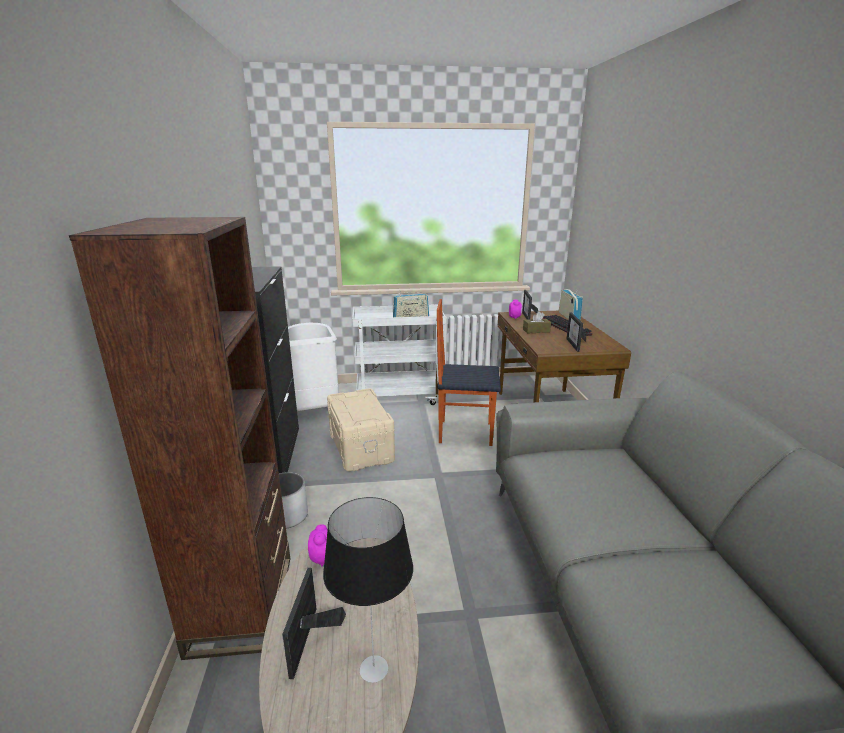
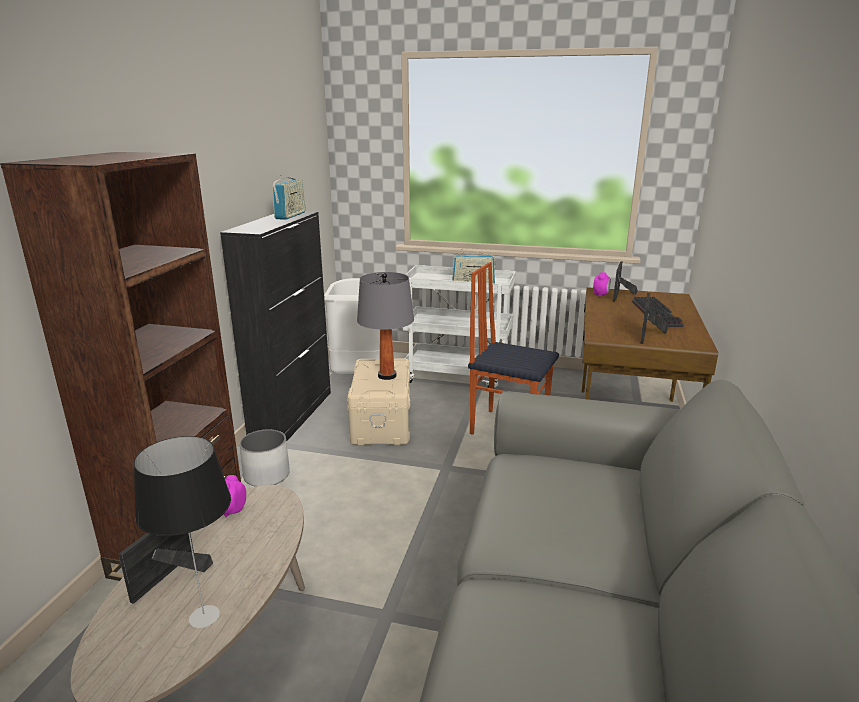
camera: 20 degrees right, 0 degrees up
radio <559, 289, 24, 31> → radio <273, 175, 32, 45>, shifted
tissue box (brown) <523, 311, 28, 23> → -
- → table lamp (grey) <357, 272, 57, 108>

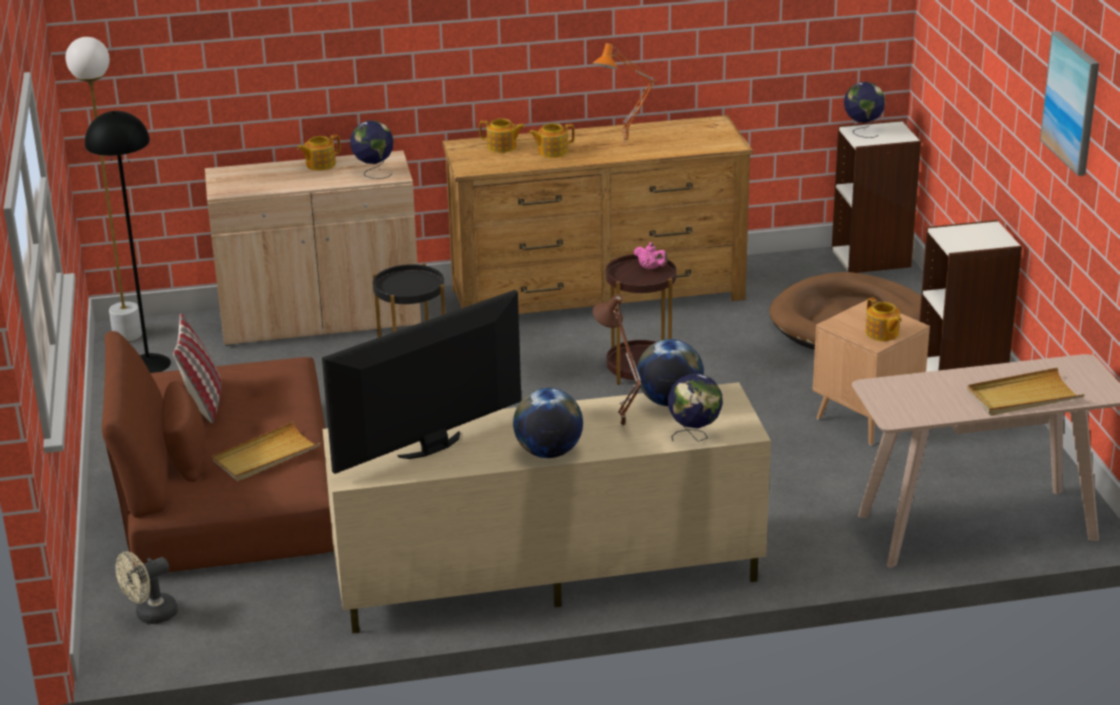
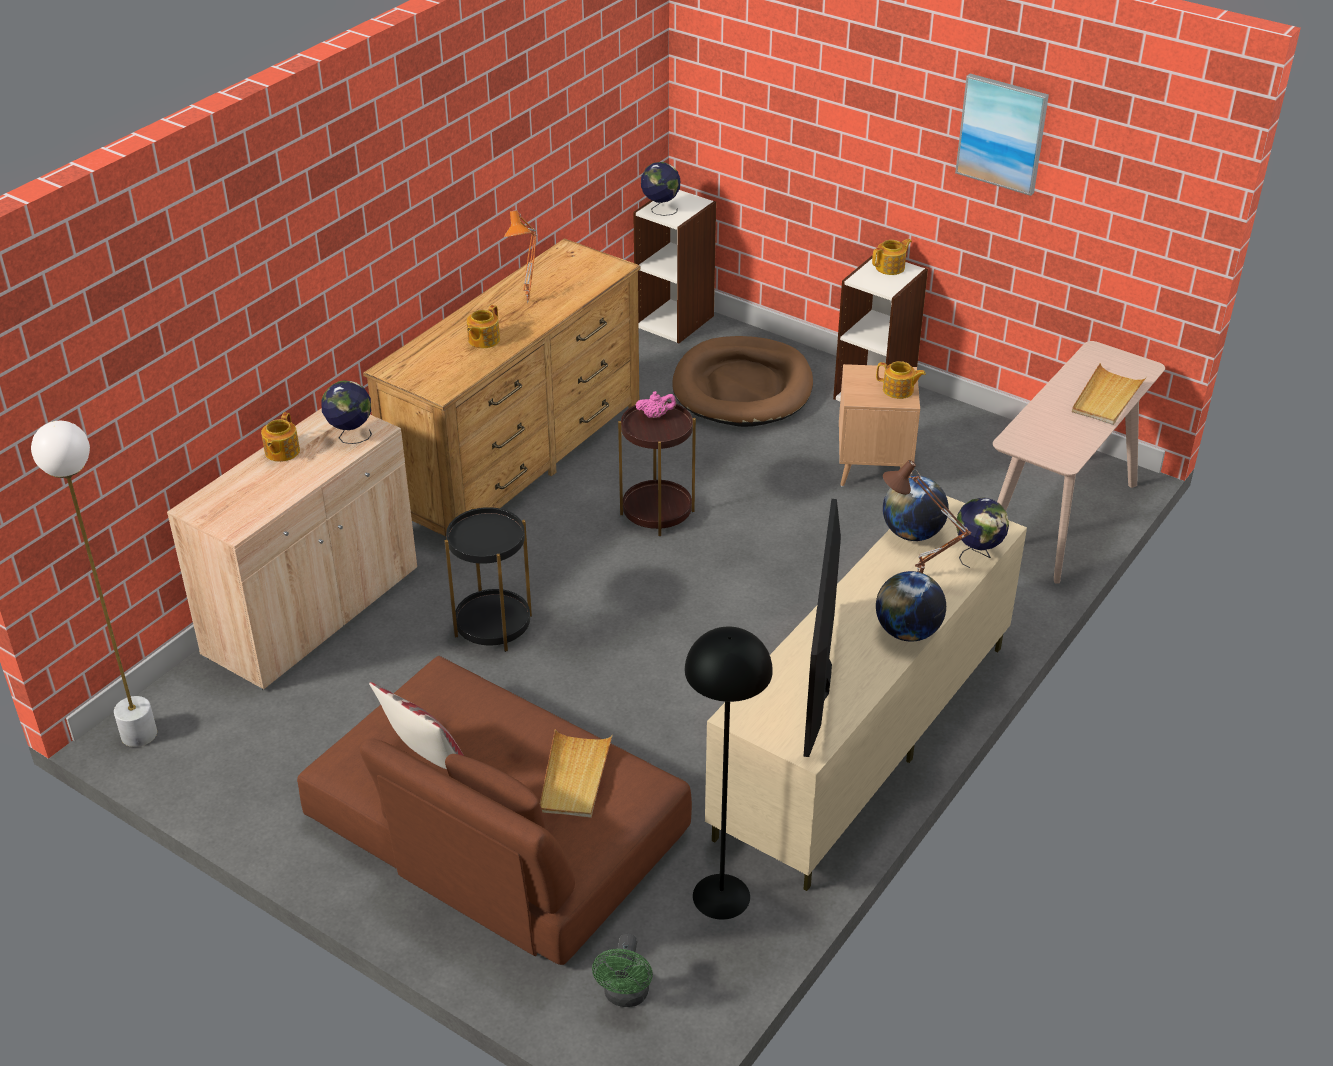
camera: 45 degrees left, 10 degrees up
floor lamp (black) <85, 111, 86, 262> → floor lamp (black) <685, 627, 88, 293>, shifted
teapot <479, 119, 46, 34> → teapot <872, 239, 40, 36>, shifted
fan (beige) <116, 552, 62, 72> → fan (green) <592, 934, 61, 73>

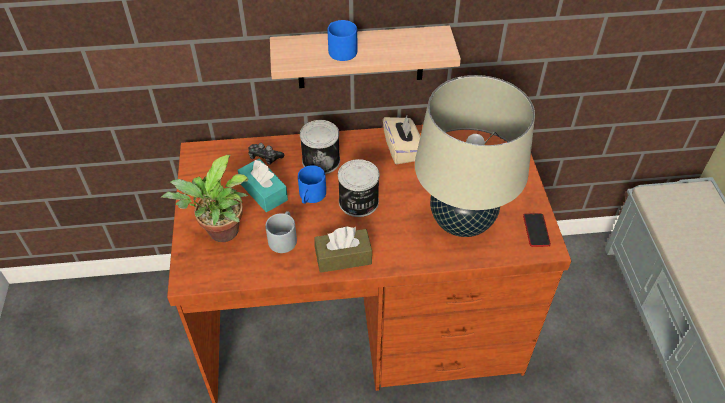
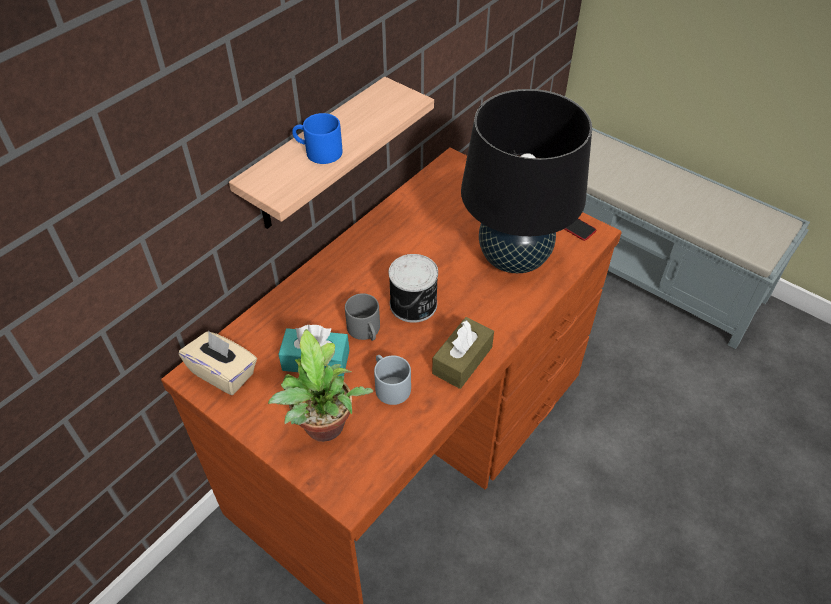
camera: 45 degrees left, 0 degrees up
table lamp (beige) <415, 75, 120, 162> → table lamp (black) <461, 89, 131, 184>
tissue box (beige) <383, 116, 37, 49> → tissue box (beige) <179, 330, 78, 65>, shifted
can <300, 120, 40, 54> → -
game controller <248, 143, 36, 22> → -
mug (blue) <298, 165, 28, 39> → mug (grey) <345, 293, 35, 48>

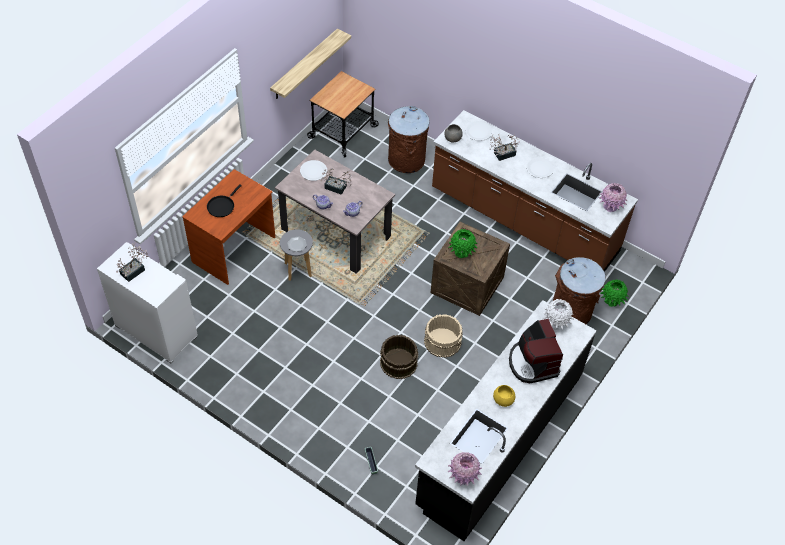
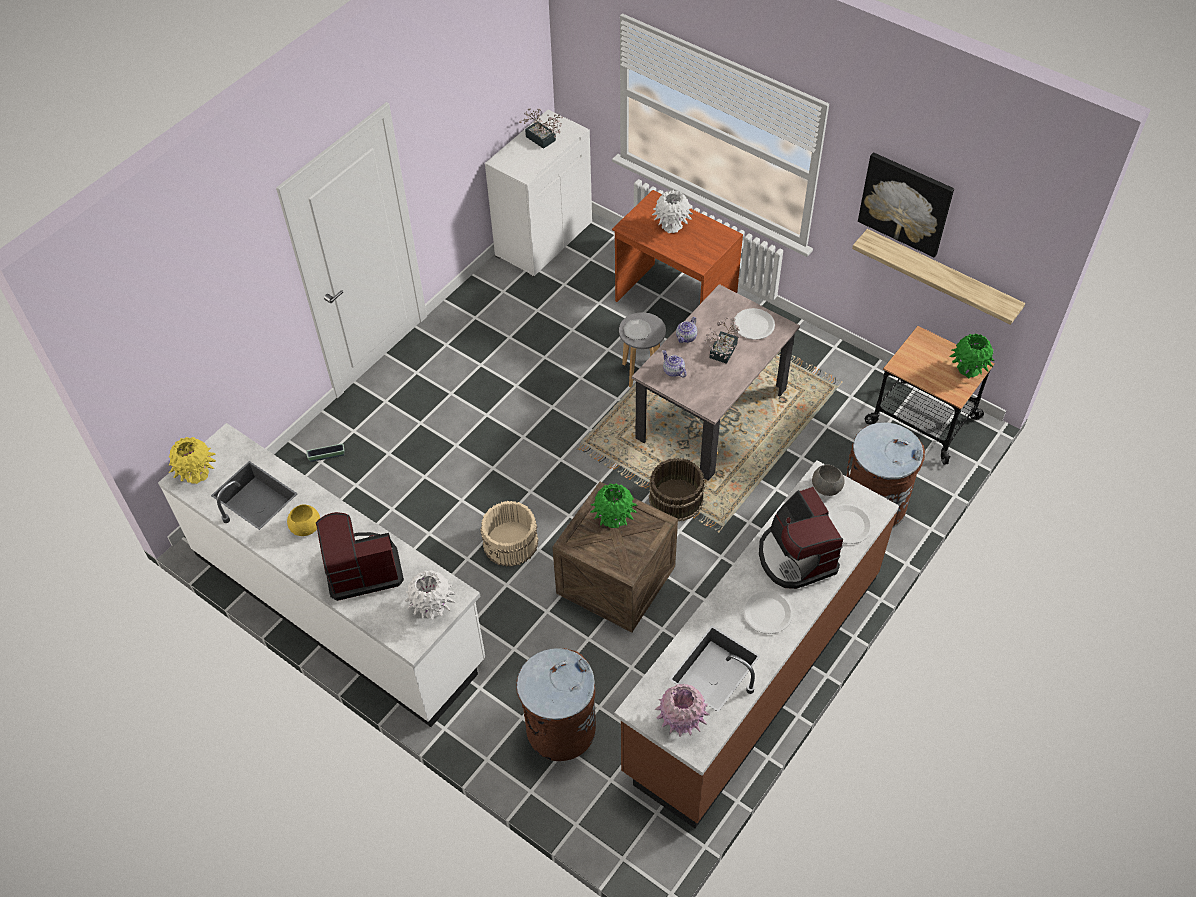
camera: 95 degrees right, 0 degrees up
potted plant <489, 134, 31, 27> → coffee machine <759, 487, 84, 102>
frying pan (black) <207, 184, 35, 33> → vase (white) <652, 190, 41, 43>
vase (green) <601, 279, 27, 28> → vase (green) <950, 334, 45, 44>, shifted
counter (black) <415, 300, 182, 241> → counter (white) <158, 423, 327, 304>
bucket (brown) <380, 335, 38, 44> → bucket (brown) <649, 458, 56, 63>, shifted
vase (pink) <448, 452, 34, 34> → vase (yellow) <168, 437, 48, 47>
- → picture <858, 152, 96, 105>

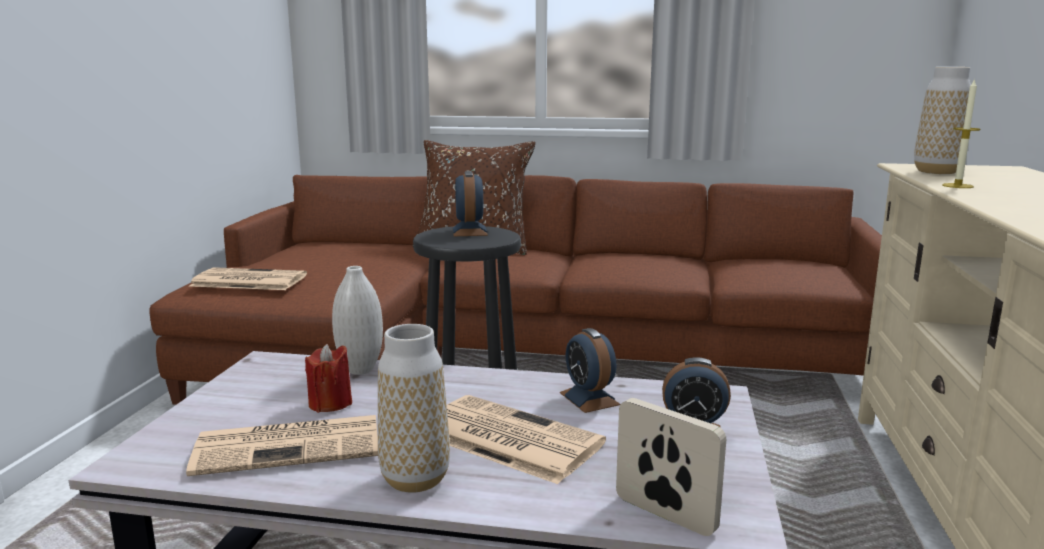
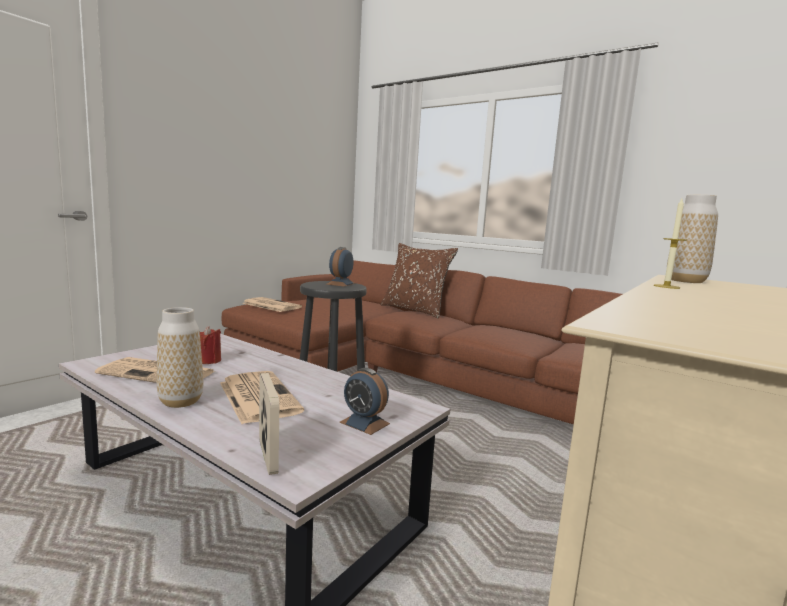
camera: 25 degrees right, 5 degrees down
vase (white) <332, 266, 51, 109> → -
alarm clock <560, 328, 61, 85> → -

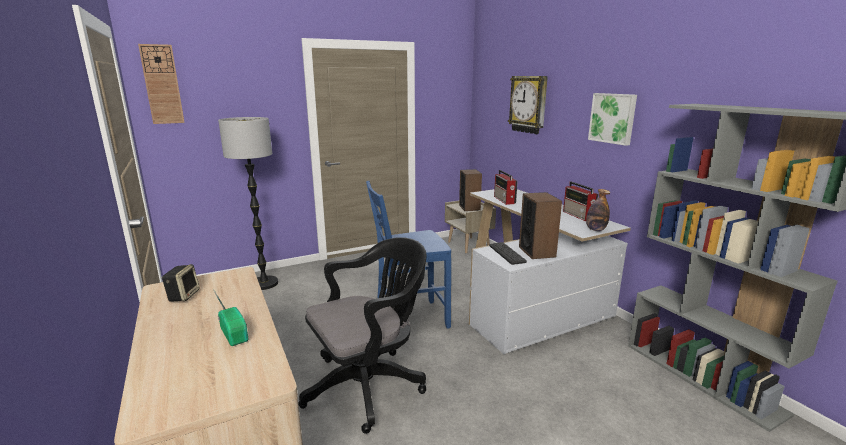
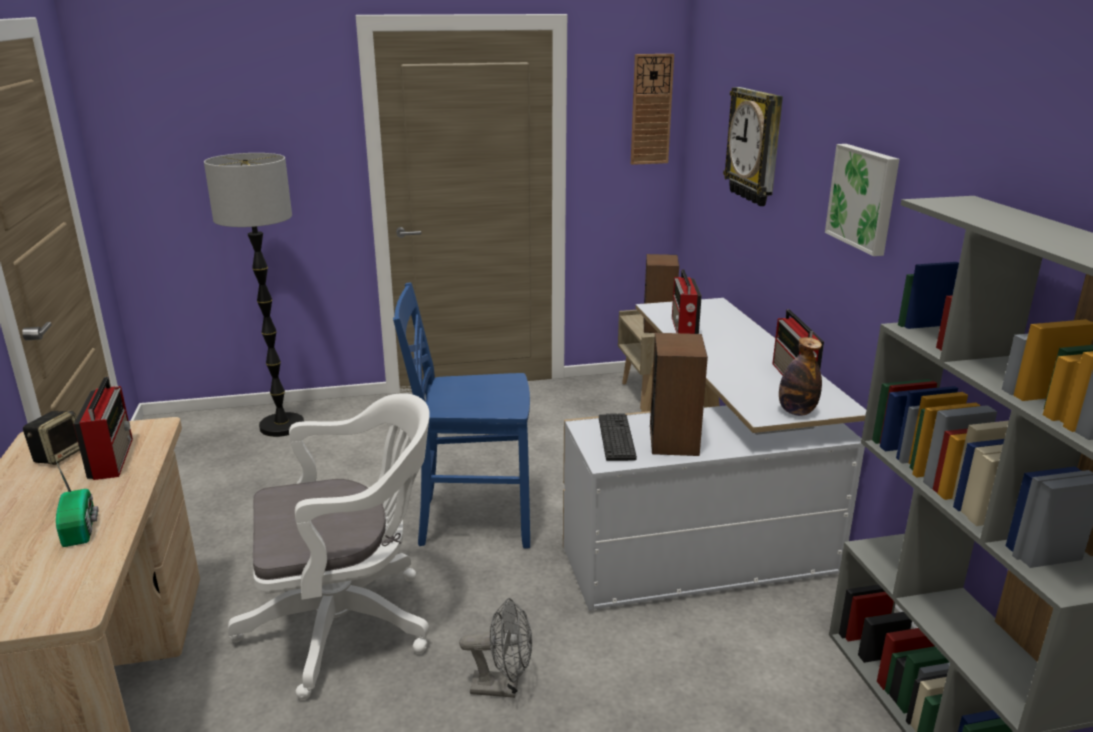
camera: 15 degrees right, 5 degrees up
wall clock <138, 44, 47, 80> → wall clock <631, 54, 43, 111>, shifted
office chair (black) <298, 237, 129, 197> → office chair (white) <228, 393, 202, 307>
- → radio <74, 377, 59, 103>
- → fan (grey) <459, 598, 73, 100>

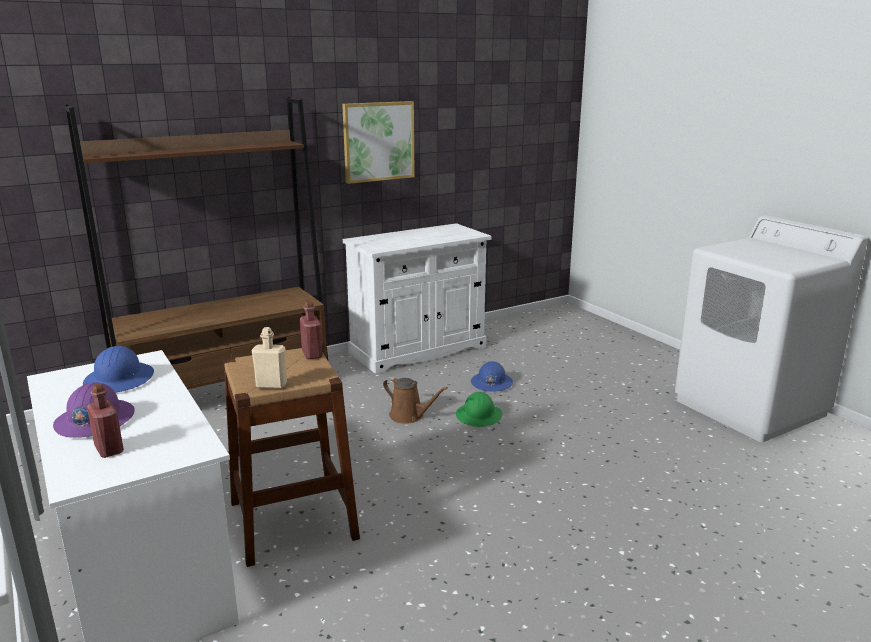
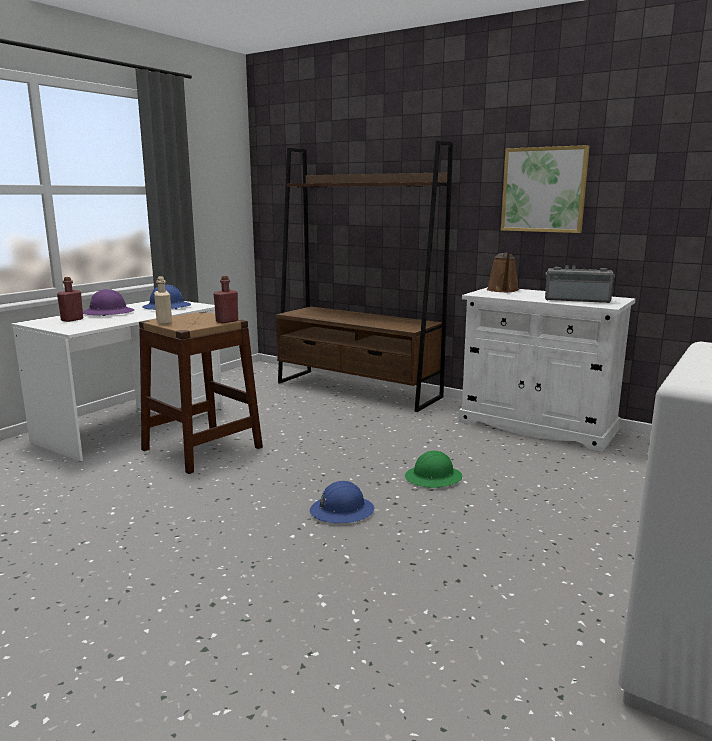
camera: 65 degrees right, 5 degrees down
hard hat (blue) <471, 361, 42, 31> → hard hat (blue) <310, 481, 64, 42>, shifted
watering can (brown) <383, 377, 65, 47> → watering can (brown) <487, 252, 32, 40>, shifted
- → radio <545, 265, 70, 38>

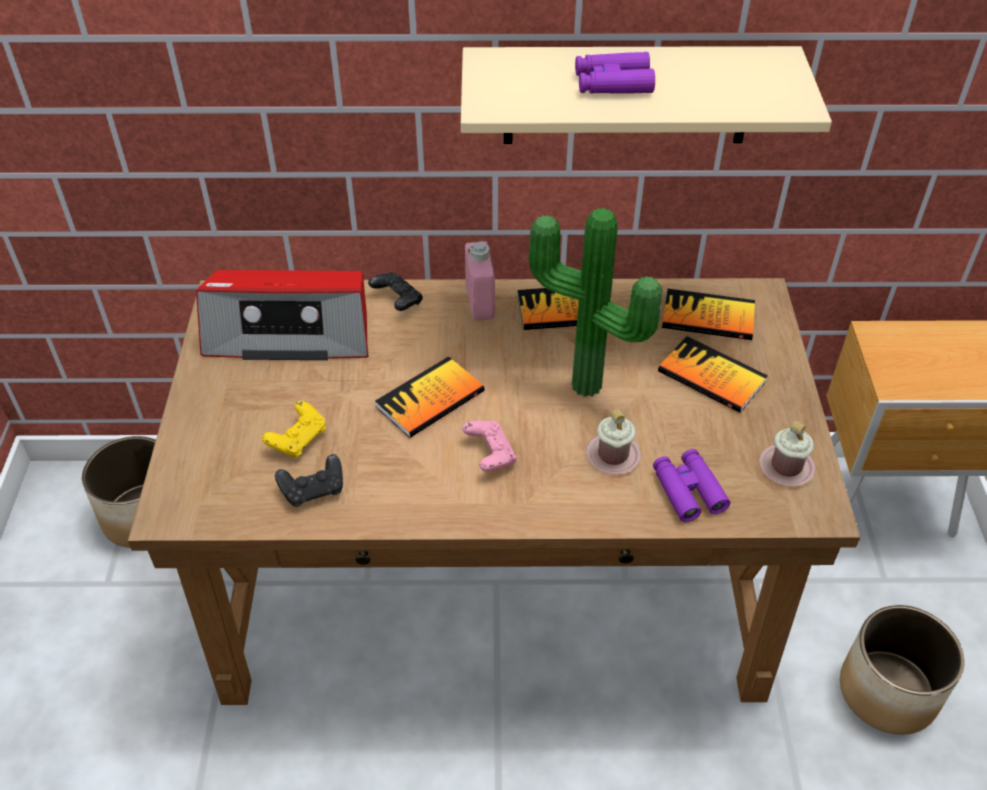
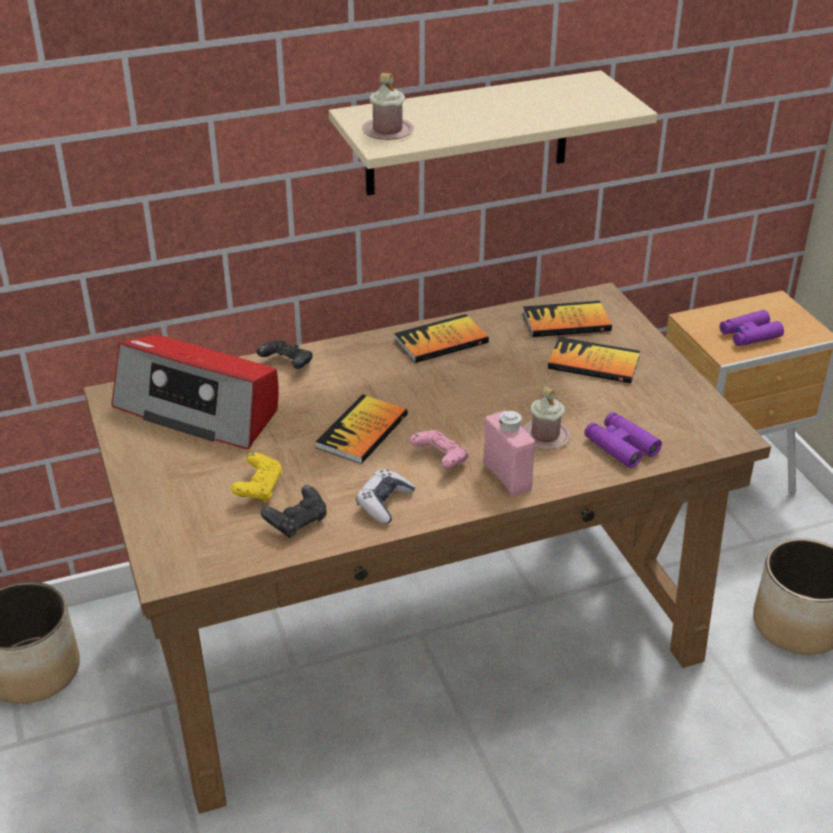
camera: 20 degrees left, 10 degrees down
binoculars (purple) <575, 52, 80, 42> → binoculars (purple) <720, 310, 64, 36>, shifted
potted plant <529, 208, 133, 189> → -
bottle (pink) <465, 241, 30, 80> → bottle (pink) <483, 411, 52, 85>, shifted
radio <196, 270, 172, 90> → radio <111, 334, 168, 116>, 45 degrees clockwise
mug (pink) <759, 421, 57, 66> → mug (pink) <362, 73, 52, 67>, shifted
- → game controller <356, 469, 59, 55>

